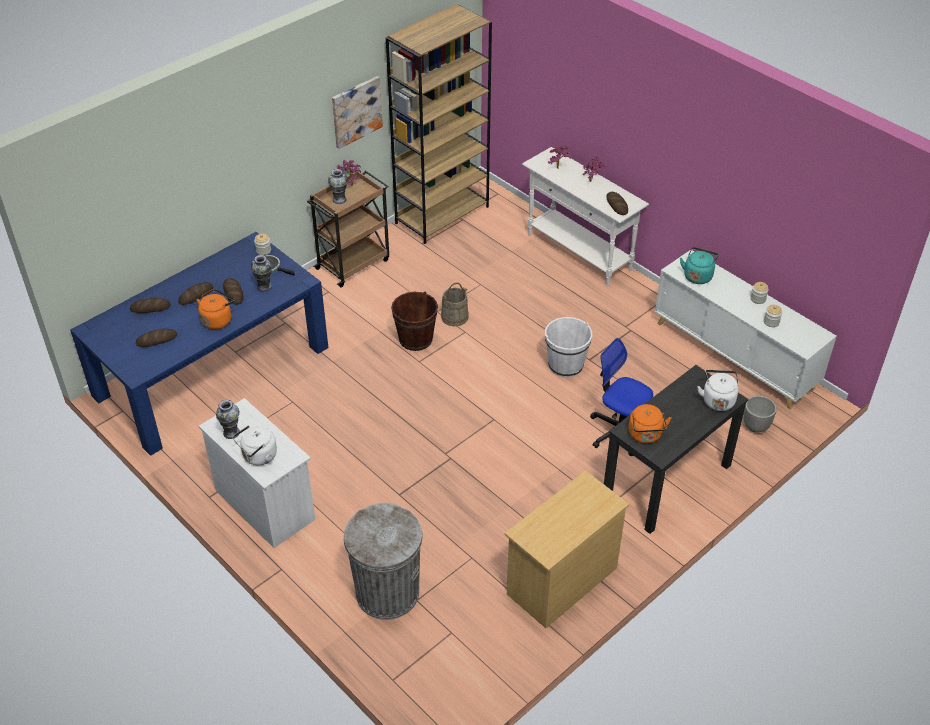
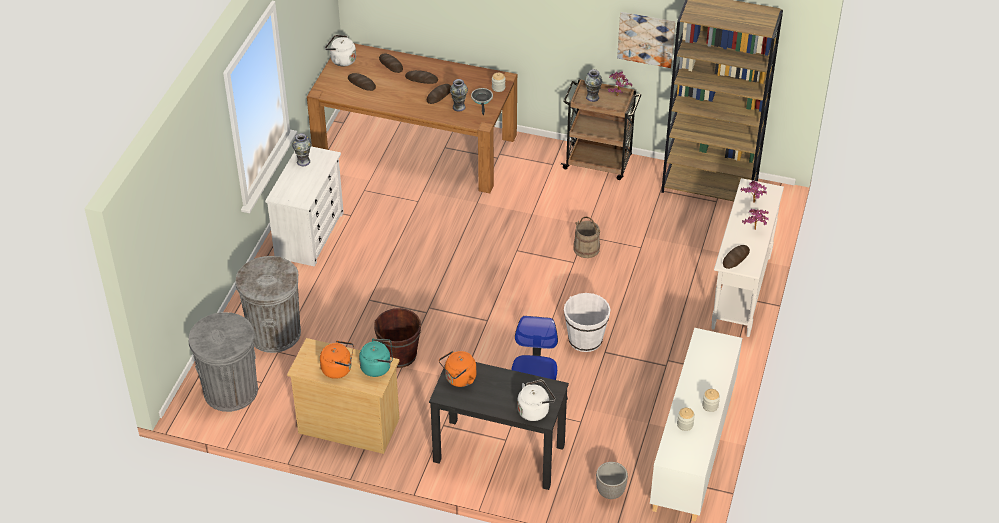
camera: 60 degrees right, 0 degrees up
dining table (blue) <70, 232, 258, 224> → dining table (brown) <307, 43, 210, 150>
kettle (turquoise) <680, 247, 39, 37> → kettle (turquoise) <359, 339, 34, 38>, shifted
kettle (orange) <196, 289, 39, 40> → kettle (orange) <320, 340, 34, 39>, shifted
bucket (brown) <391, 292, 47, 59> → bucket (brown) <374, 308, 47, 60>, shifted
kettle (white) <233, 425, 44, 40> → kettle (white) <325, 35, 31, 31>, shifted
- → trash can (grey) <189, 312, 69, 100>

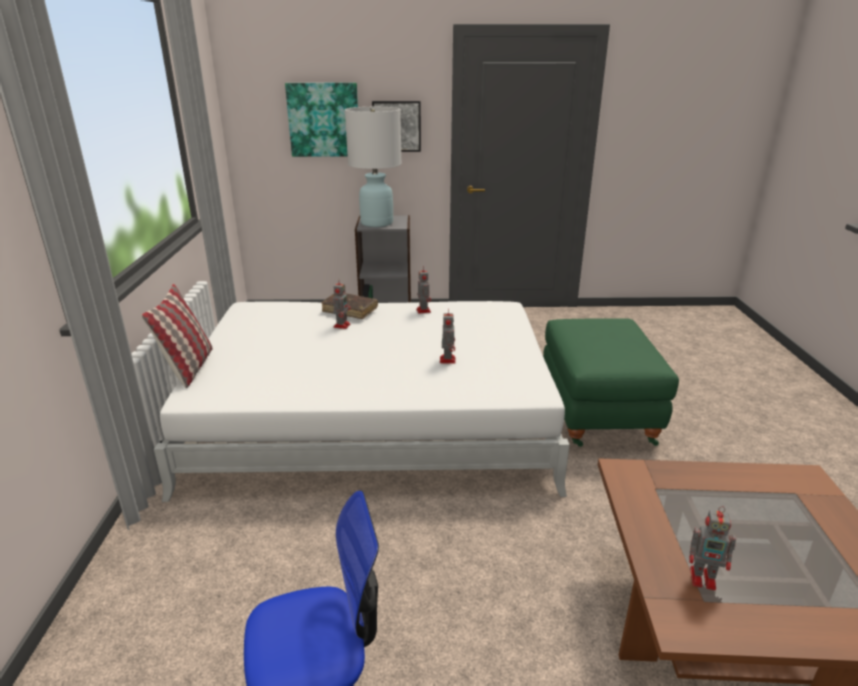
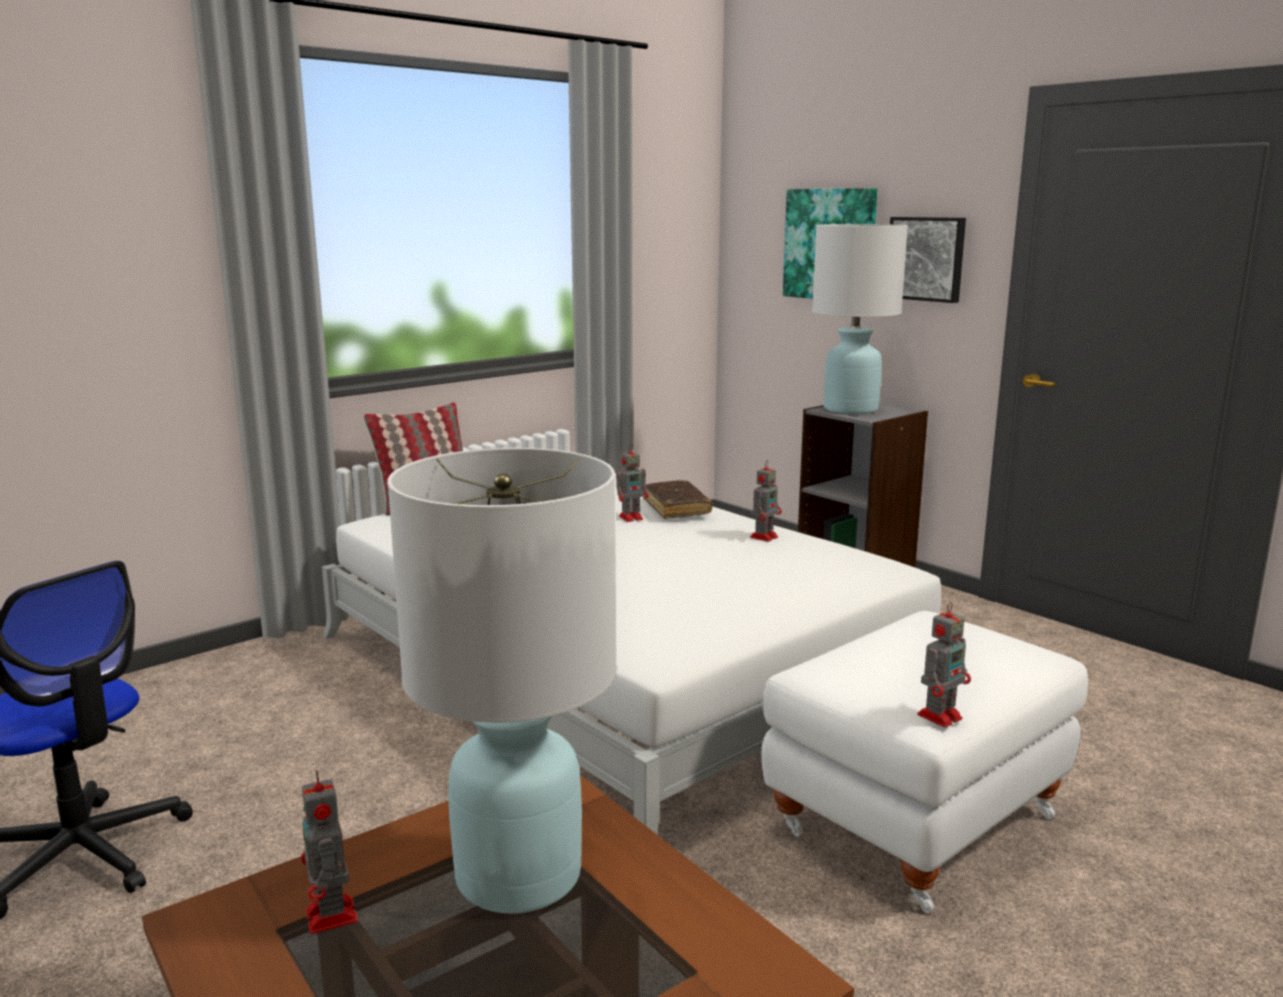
camera: 50 degrees right, 10 degrees down
toy robot <440, 308, 16, 56> → toy robot <917, 602, 54, 126>, shifted
ottoman (green) <543, 318, 136, 129> → ottoman (white) <761, 611, 327, 302>
- → table lamp (white) <387, 448, 230, 465>

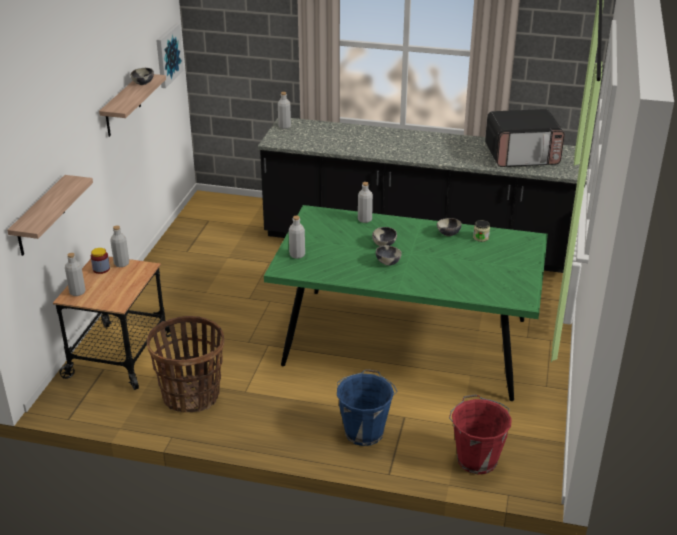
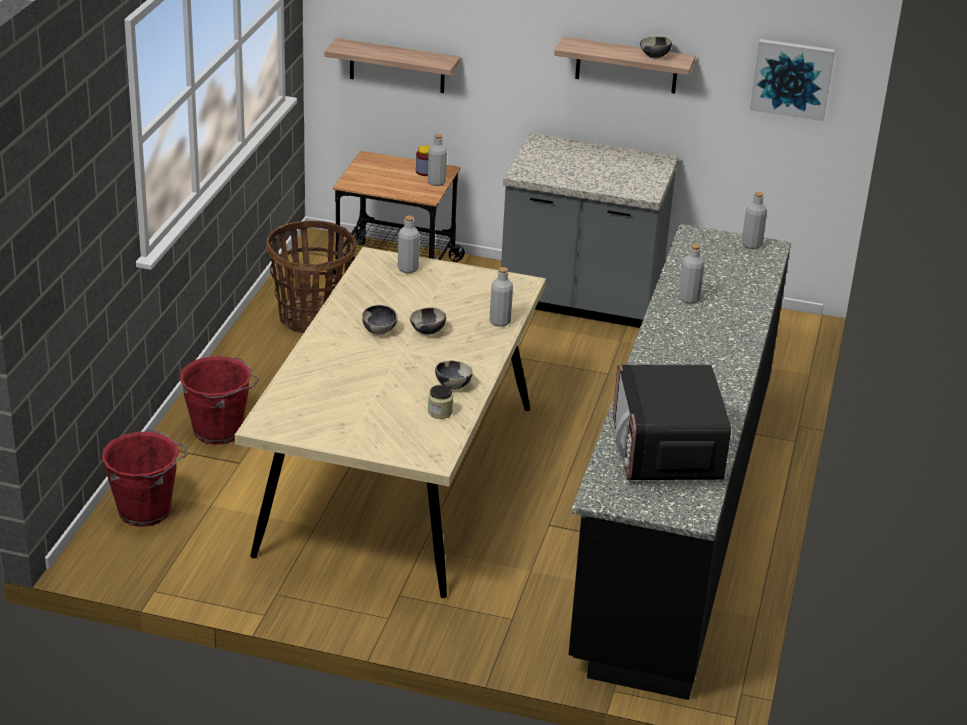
camera: 90 degrees right, 0 degrees up
dining table (green) <264, 205, 284, 196> → dining table (beige) <235, 247, 311, 351>
bottle (grey) <65, 253, 21, 43> → bottle (grey) <679, 243, 25, 61>, shifted
bucket (blue) <337, 369, 60, 77> → bucket (red) <180, 356, 79, 89>
- → counter (grey) <501, 133, 178, 195>

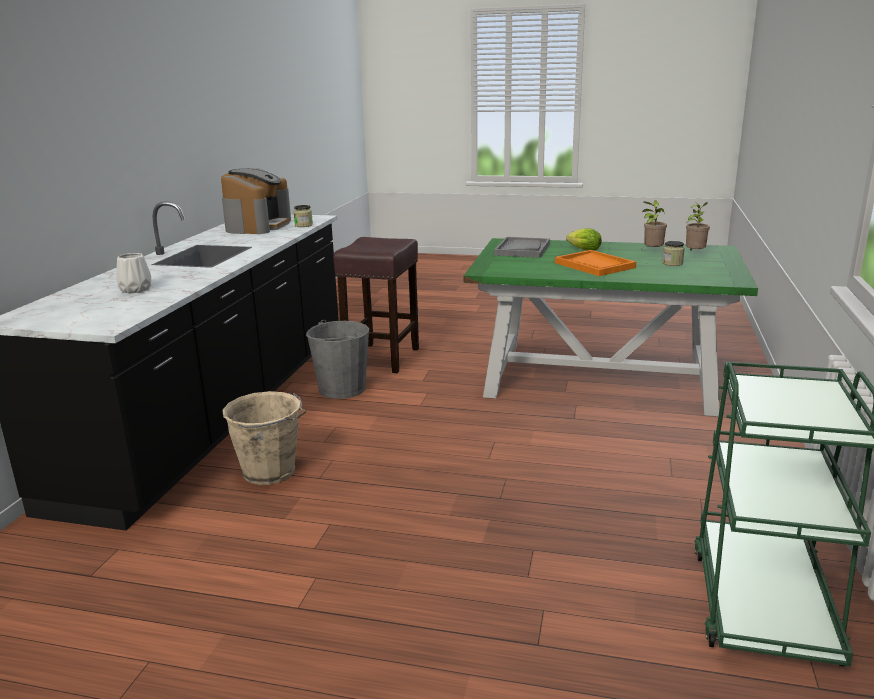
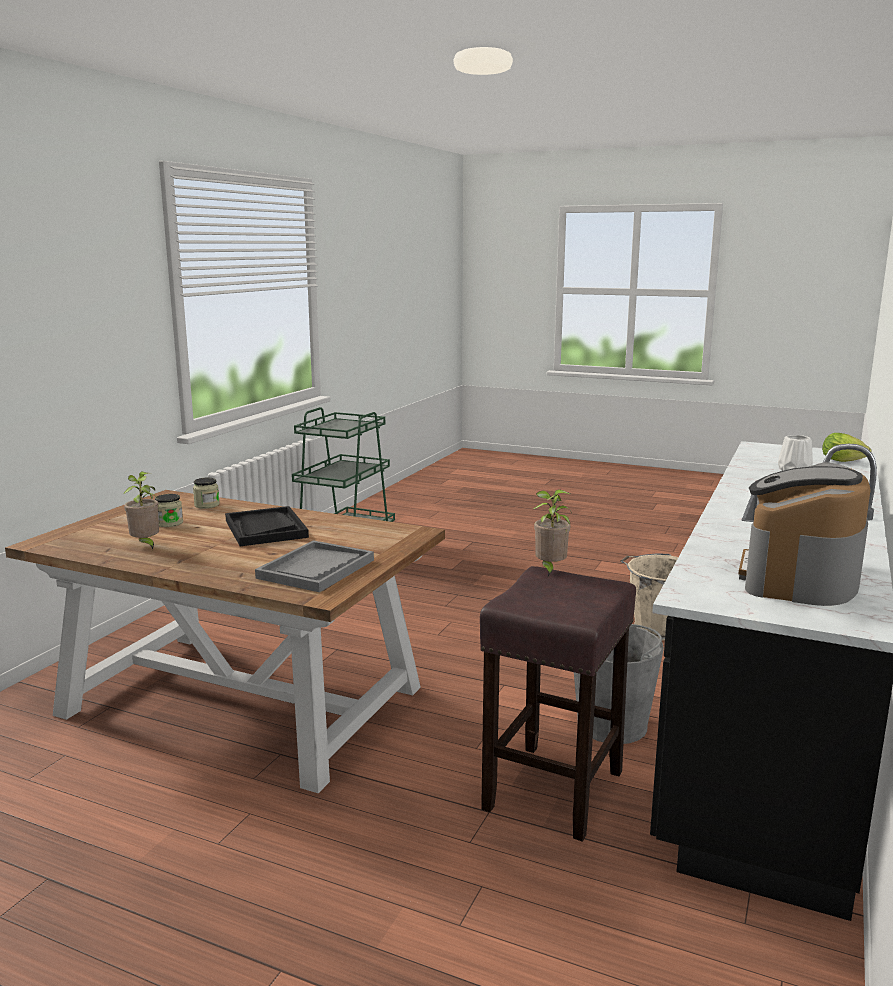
camera: 170 degrees left, 5 degrees down
potted plant <686, 202, 24, 49> → potted plant <534, 489, 38, 87>, shifted
jar <294, 205, 19, 22> → jar <193, 478, 27, 31>, shifted
lettuce <566, 228, 36, 22> → lettuce <822, 433, 50, 29>, shifted
dining table (green) <464, 238, 294, 178> → dining table (brown) <5, 490, 440, 303>
tray (orange) <555, 250, 81, 26> → tray (black) <225, 506, 84, 40>

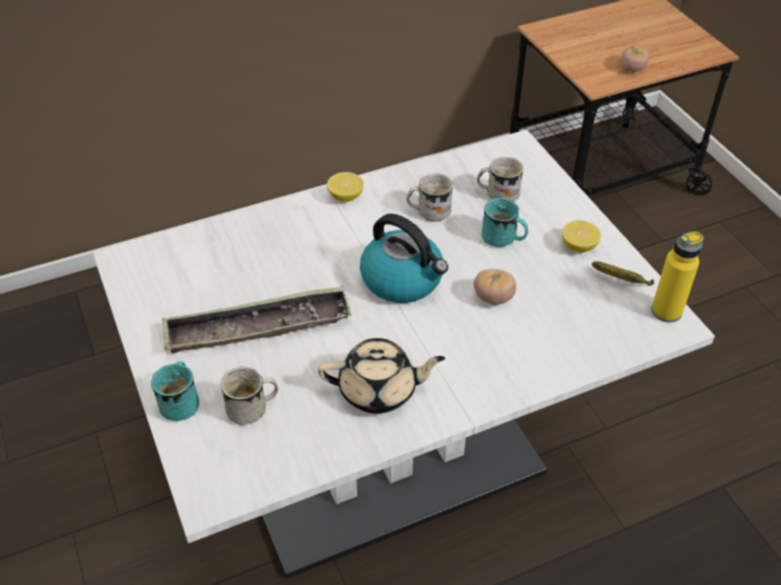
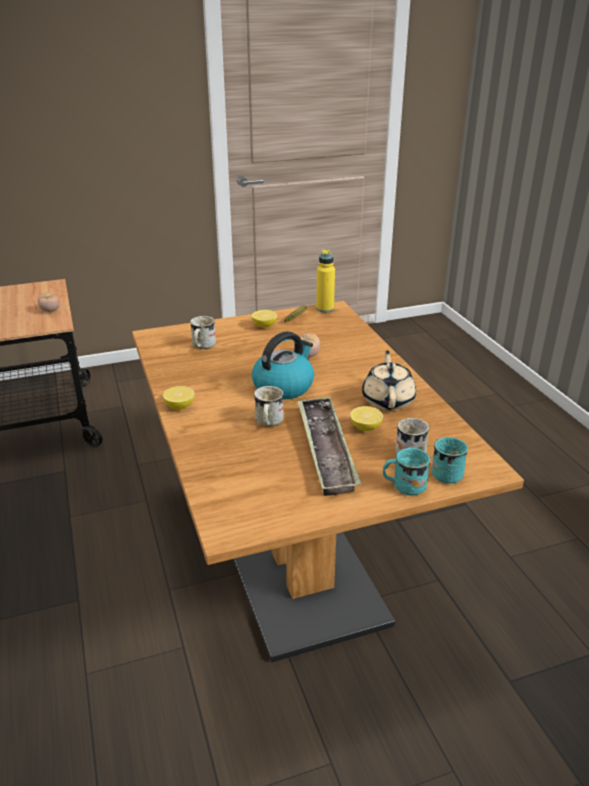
camera: 85 degrees left, 15 degrees down
dining table (white) <93, 130, 622, 449> → dining table (brown) <132, 301, 392, 361>
mug (white) <406, 174, 47, 48> → mug (white) <254, 386, 29, 41>, shifted
mug (turquoise) <481, 198, 47, 49> → mug (turquoise) <431, 437, 37, 46>, shifted
- → lemon <350, 406, 33, 25>

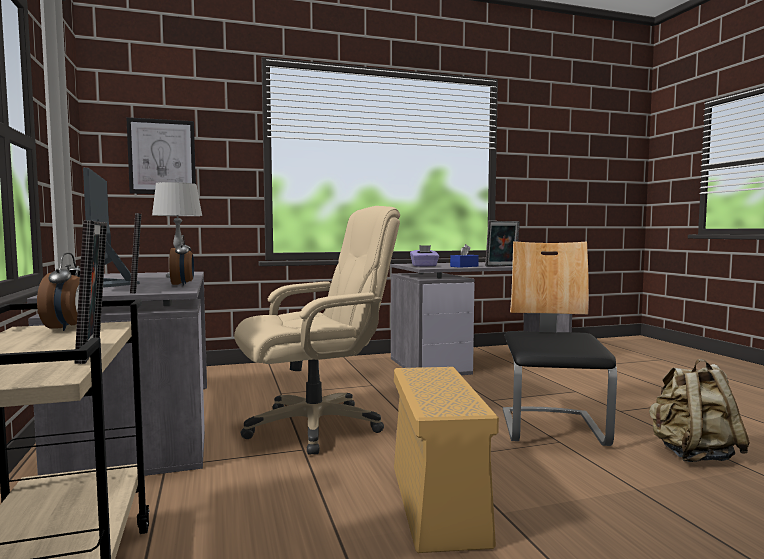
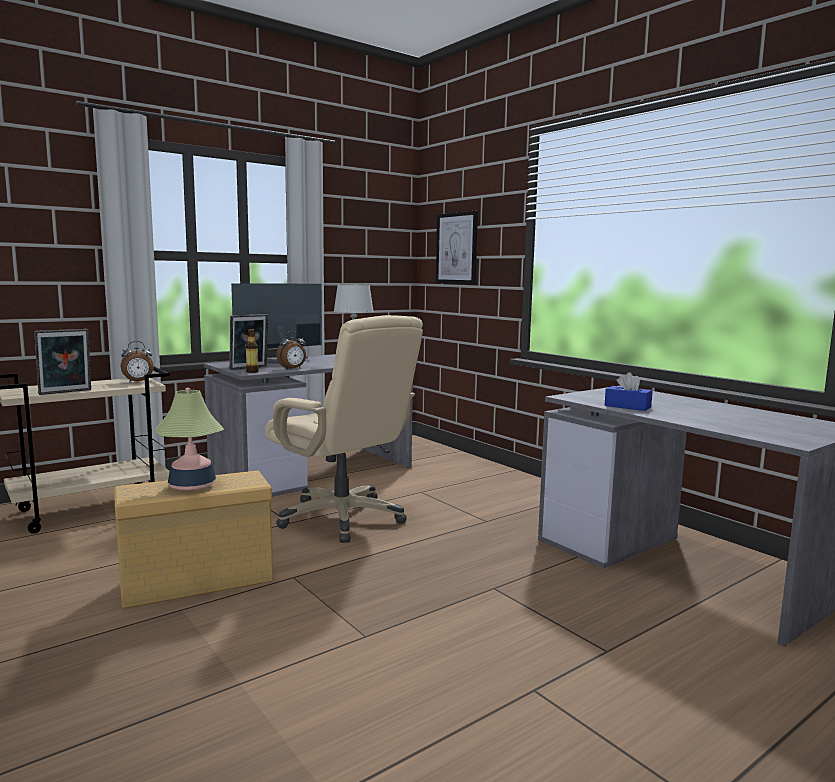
camera: 70 degrees right, 5 degrees up
picture frame <485, 221, 35, 46> → -
chair <503, 241, 114, 205> → -
tissue box (purple) <410, 245, 29, 22> → -
backpack (beige) <649, 359, 101, 103> → -
- → bottle <246, 329, 13, 44>
- → table lamp <156, 388, 68, 104>

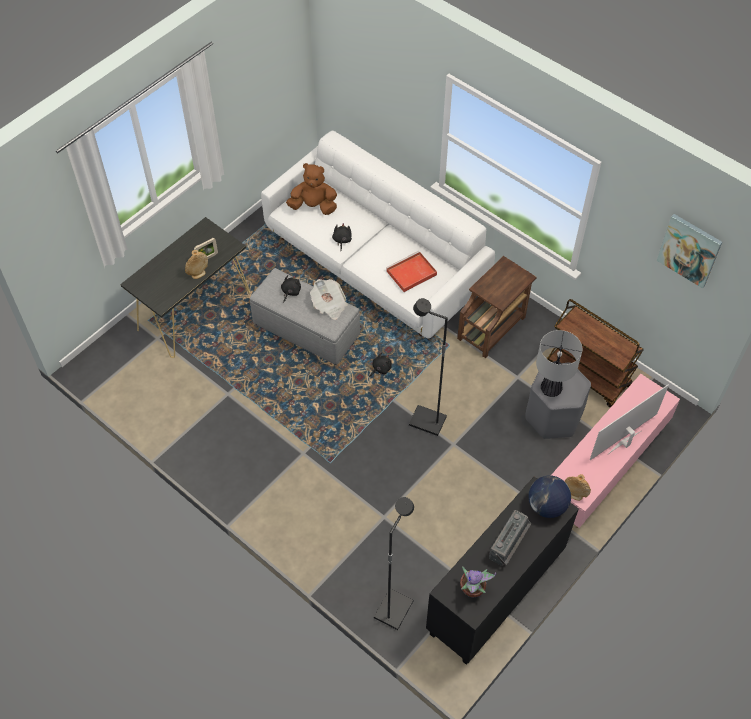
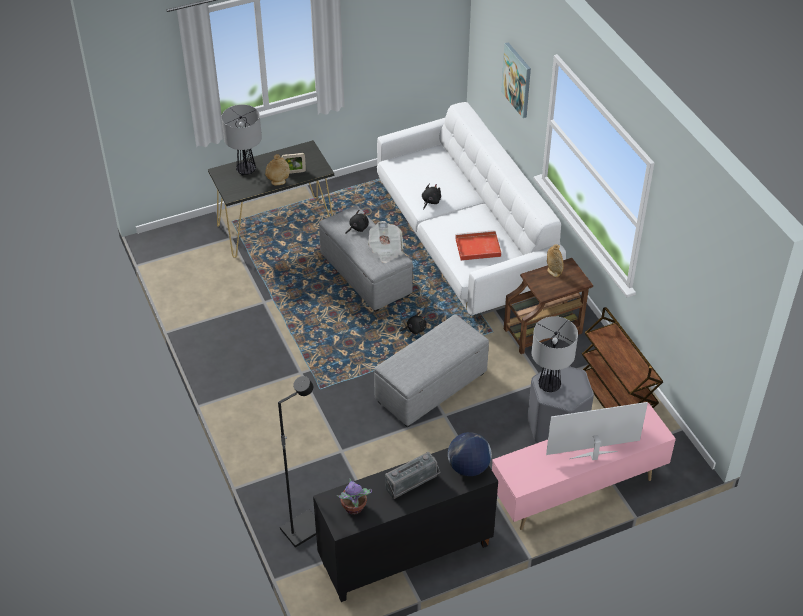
camera: 25 degrees right, 10 degrees down
plush toy (brown) <286, 163, 51, 52> → -
picture <657, 214, 65, 74> → picture <501, 43, 30, 75>, shifted
floor lamp (black) <409, 298, 39, 138> → ottoman (grey) <374, 314, 115, 113>
vase (beige) <564, 474, 27, 27> → vase (beige) <547, 244, 17, 33>, shifted
- → table lamp <221, 105, 41, 71>

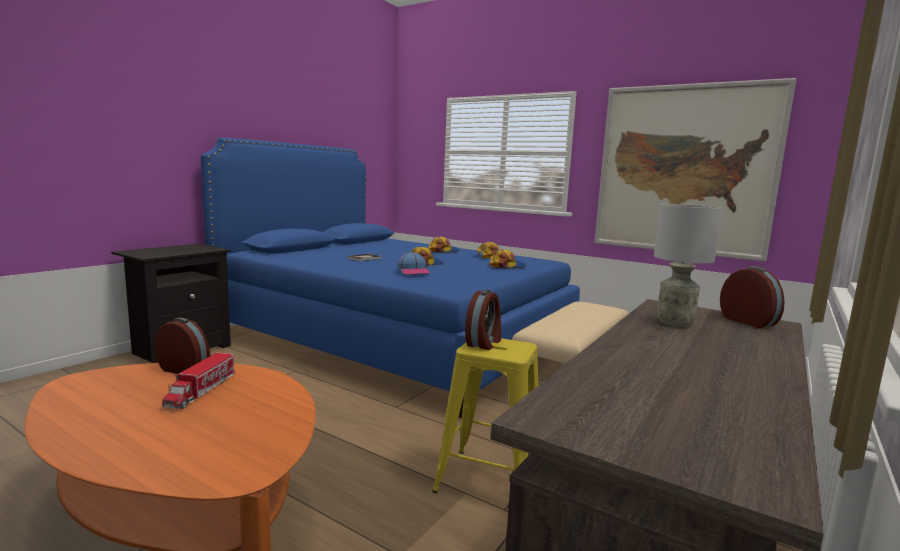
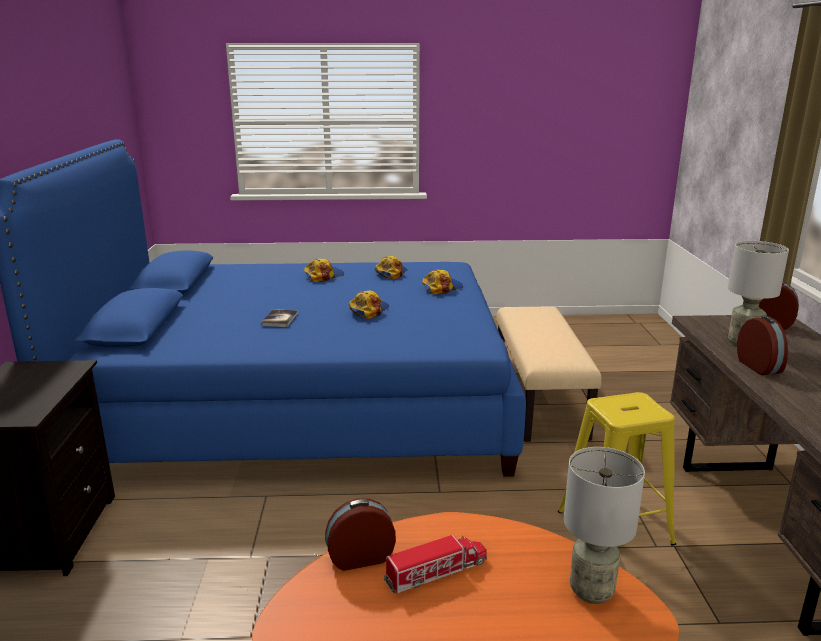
camera: 35 degrees left, 10 degrees up
picture <594, 78, 202, 184> → -
cap <397, 252, 33, 23> → -
alarm clock <465, 289, 36, 61> → alarm clock <737, 316, 51, 59>, shifted
toy truck <162, 352, 73, 57> → toy truck <384, 535, 103, 58>, 90 degrees counterclockwise
- → table lamp (grey) <564, 447, 81, 157>

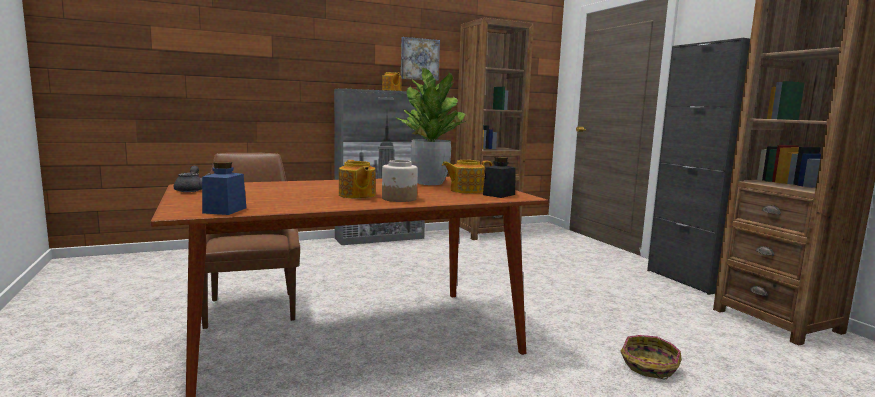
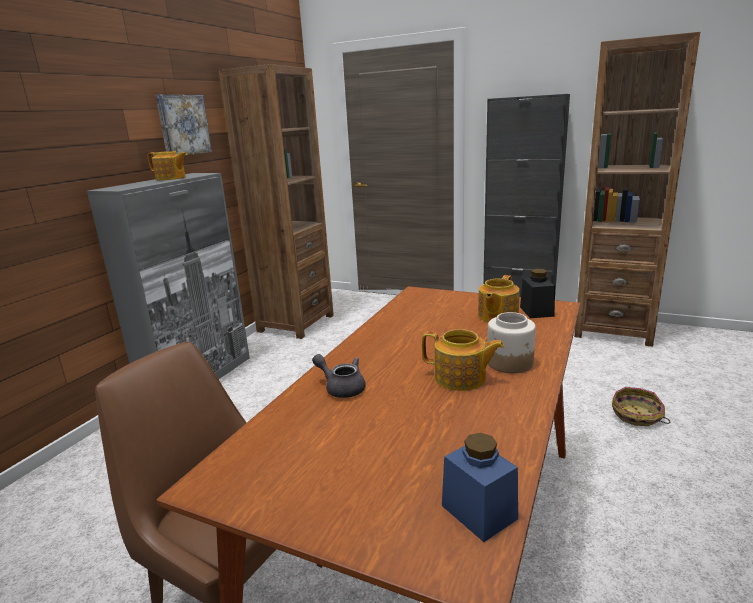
camera: 40 degrees left, 10 degrees up
potted plant <396, 68, 72, 117> → -
teapot (grey) <174, 166, 37, 26> → teapot (grey) <312, 354, 53, 44>, shifted

